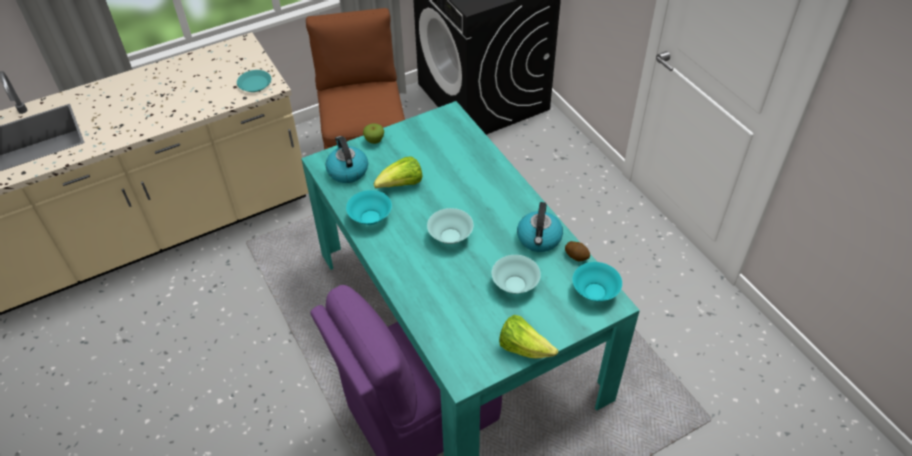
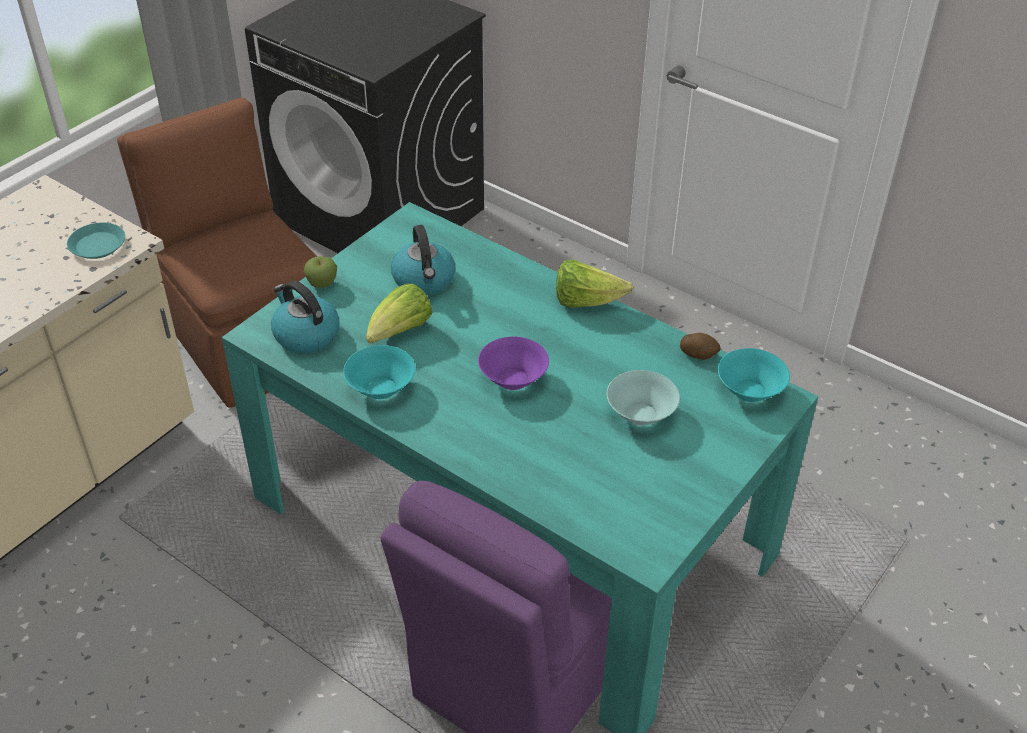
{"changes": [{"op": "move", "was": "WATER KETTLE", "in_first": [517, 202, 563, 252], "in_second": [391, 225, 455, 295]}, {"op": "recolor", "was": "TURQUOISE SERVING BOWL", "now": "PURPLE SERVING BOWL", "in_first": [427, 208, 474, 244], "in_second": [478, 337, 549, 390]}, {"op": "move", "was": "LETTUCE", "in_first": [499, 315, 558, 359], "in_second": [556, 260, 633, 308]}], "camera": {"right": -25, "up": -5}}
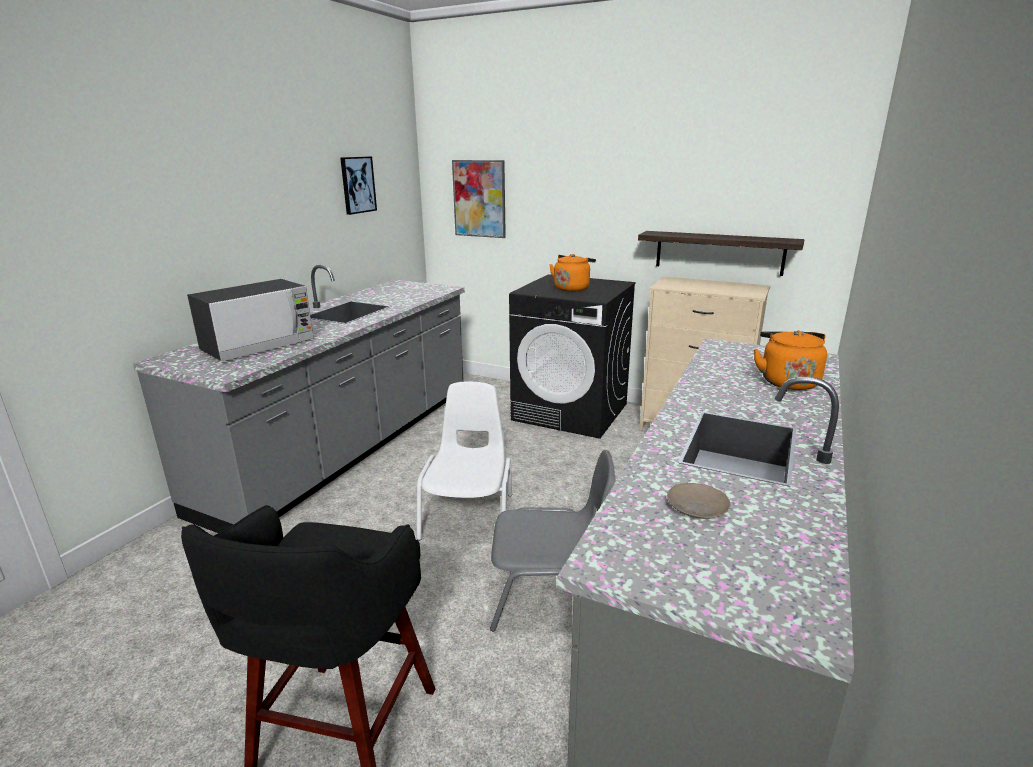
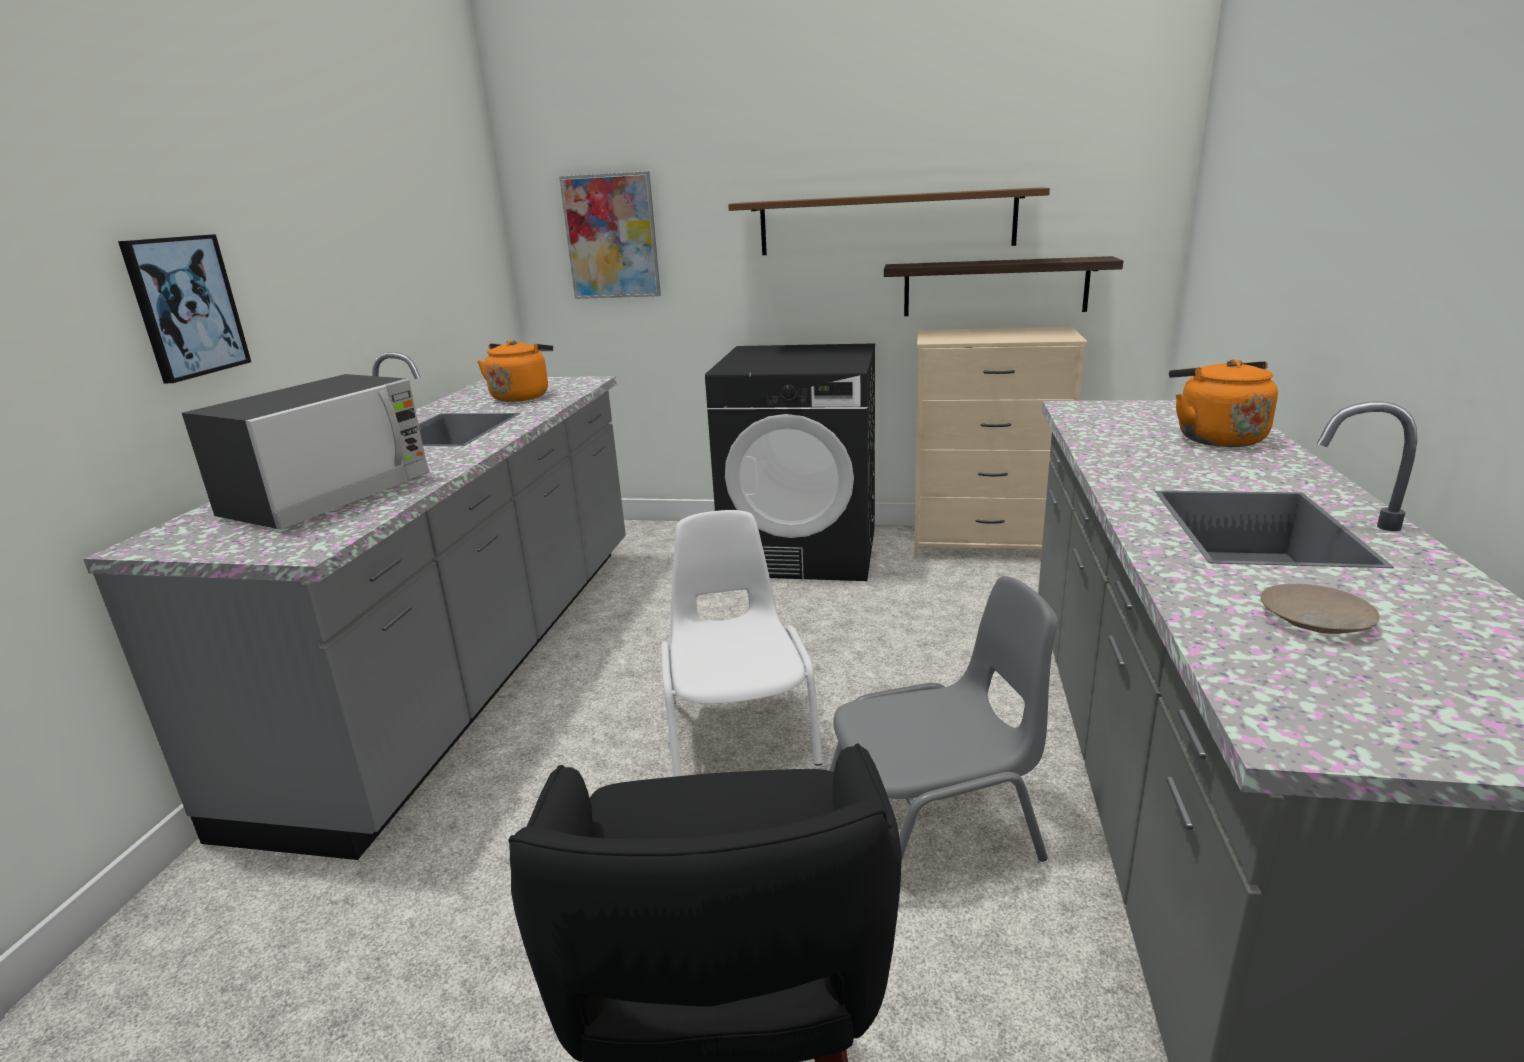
{"changes": [{"op": "move", "was": "WALL PICTURE", "in_first": [340, 156, 377, 215], "in_second": [118, 234, 251, 383]}, {"op": "move", "was": "ORANGE WATER KETTLE", "in_first": [549, 254, 596, 292], "in_second": [477, 340, 553, 402]}, {"op": "insert", "now": "BROWN BRACKET SHELF", "in_second": [728, 187, 1050, 255]}], "camera": {"right": -15, "up": 0}}
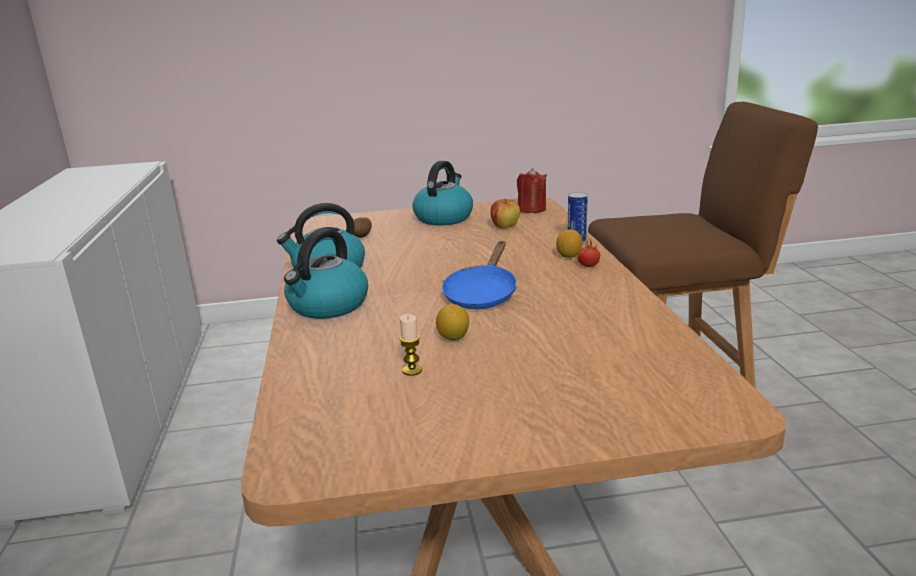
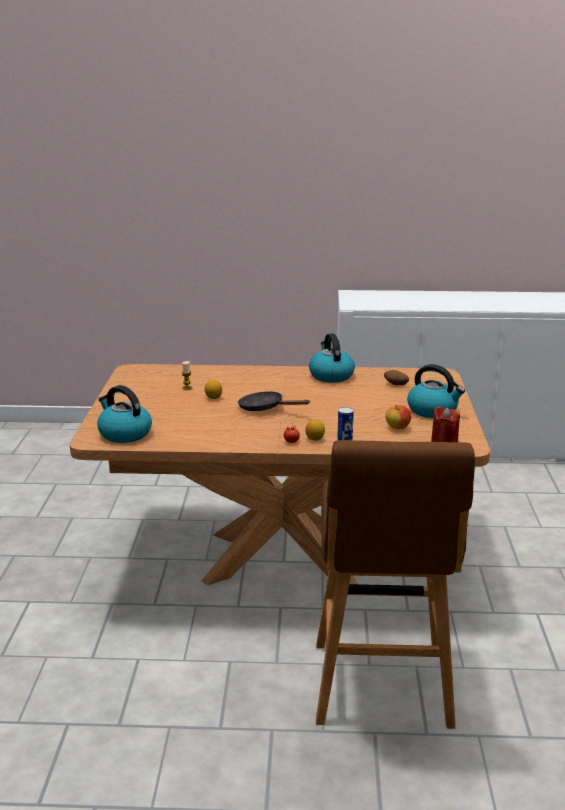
{"changes": [{"op": "move", "was": "WATER KETTLE", "in_first": [284, 229, 368, 319], "in_second": [97, 385, 152, 443]}, {"op": "recolor", "was": "BLUE PAN", "now": "BLACK PAN", "in_first": [442, 241, 517, 309], "in_second": [238, 391, 309, 411]}], "camera": {"right": 100, "up": 0}}
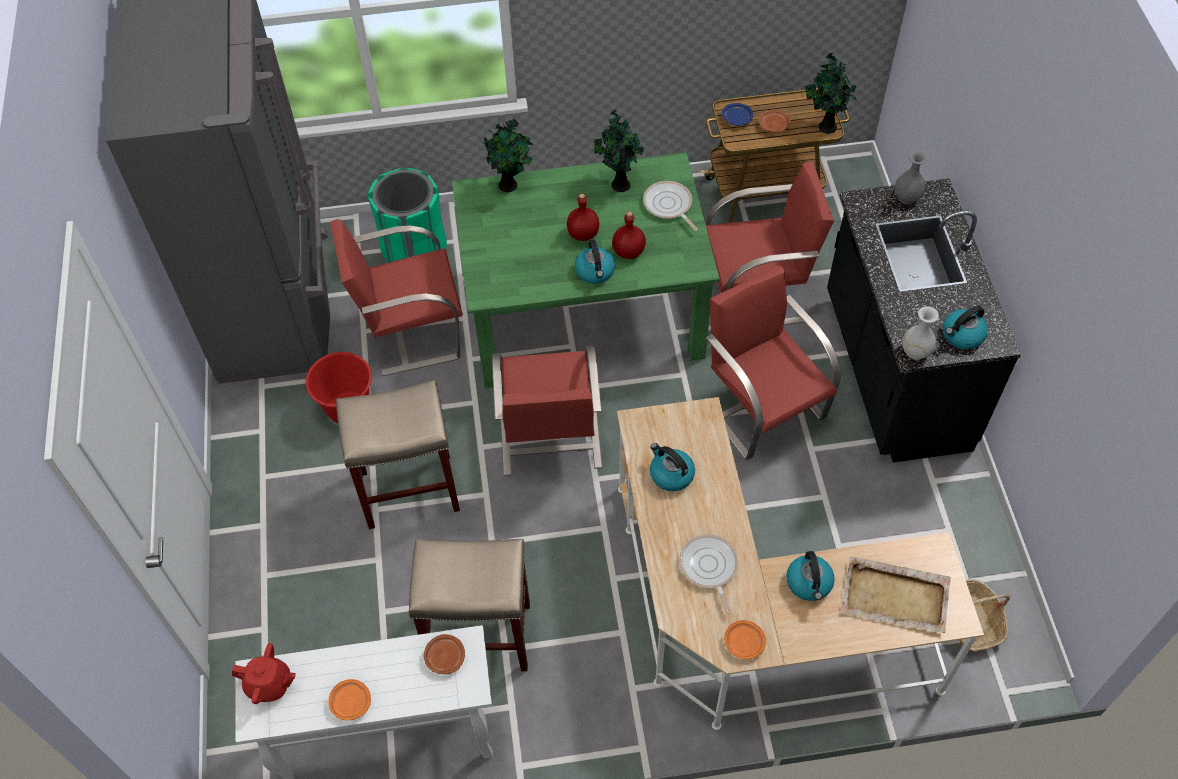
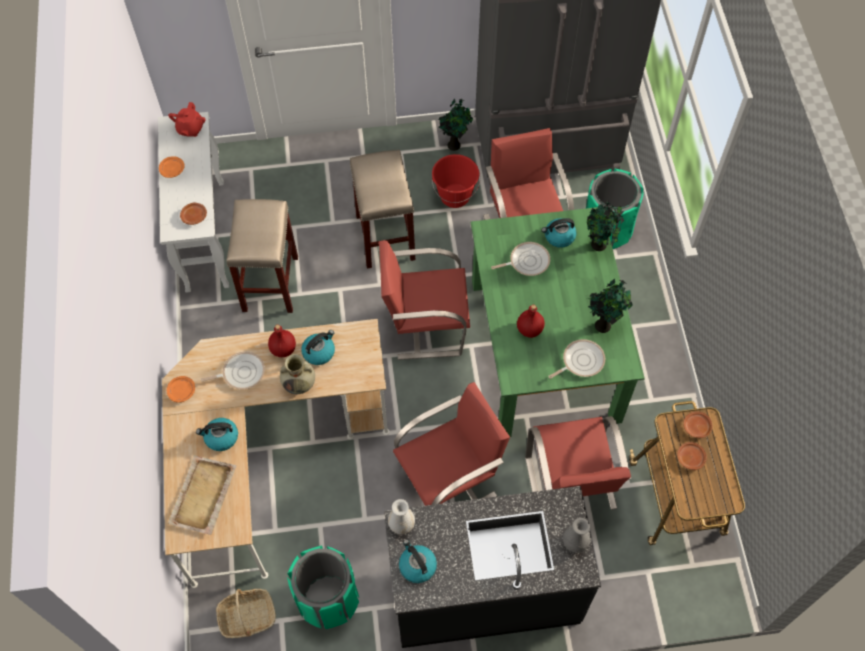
{"changes": [{"op": "move", "was": "RED-COLOURED BOTTLE", "in_first": [567, 194, 599, 241], "in_second": [268, 325, 296, 357]}, {"op": "insert", "now": "SAND-COLOURED DECORATIVE VASE", "in_second": [280, 354, 315, 394]}, {"op": "insert", "now": "GREEN-COLOURED RUBBISH BIN", "in_second": [287, 546, 359, 629]}, {"op": "move", "was": "HOUSEPLANT", "in_first": [805, 53, 857, 134], "in_second": [438, 99, 473, 151]}, {"op": "insert", "now": "PAN", "in_second": [491, 242, 550, 276]}, {"op": "move", "was": "WATER KETTLE", "in_first": [575, 240, 615, 284], "in_second": [541, 218, 577, 248]}, {"op": "recolor", "was": "BLUE DINNER PLATE", "now": "BROWN DINNER PLATE", "in_first": [722, 103, 753, 126], "in_second": [683, 411, 712, 438]}], "camera": {"right": 90, "up": 5}}
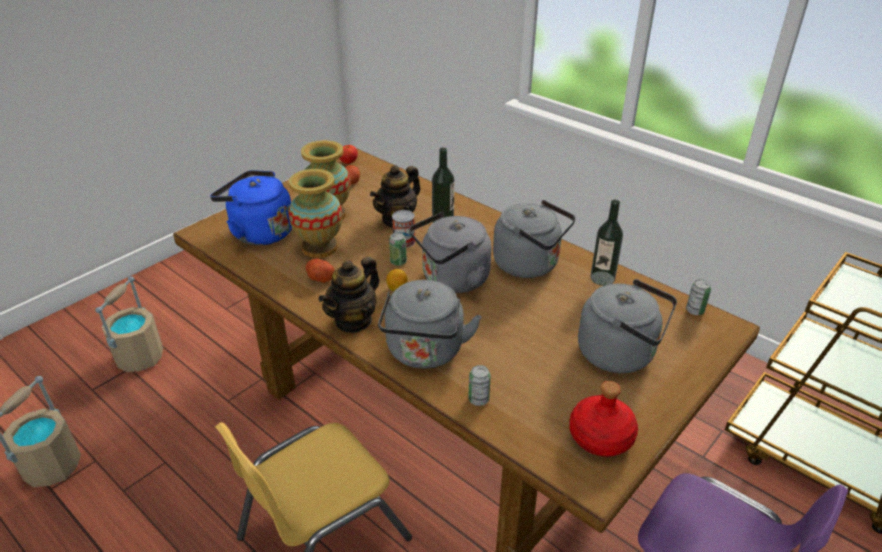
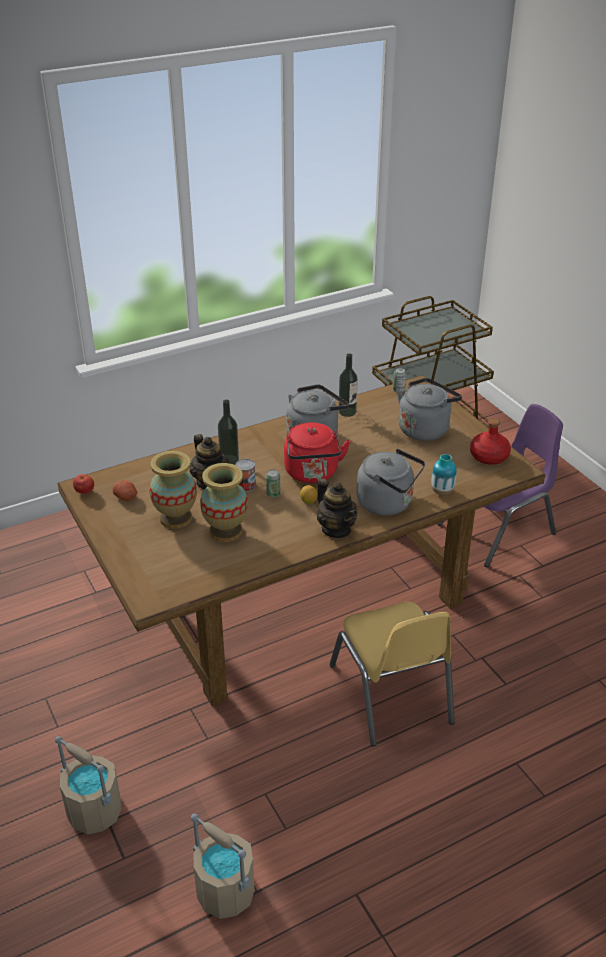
{"changes": [{"op": "recolor", "was": "GREYISH WATER KETTLE", "now": "RED-COLOURED WATER KETTLE", "in_first": [409, 212, 492, 293], "in_second": [284, 422, 350, 483]}, {"op": "replace", "was": "CAN", "now": "DECORATIVE VASE", "in_first": [468, 365, 491, 406], "in_second": [432, 454, 457, 495]}, {"op": "delete", "was": "BLUE WATER KETTLE", "in_first": [210, 170, 292, 246]}, {"op": "delete", "was": "SPUD", "in_first": [306, 259, 335, 283]}], "camera": {"right": -70, "up": 0}}
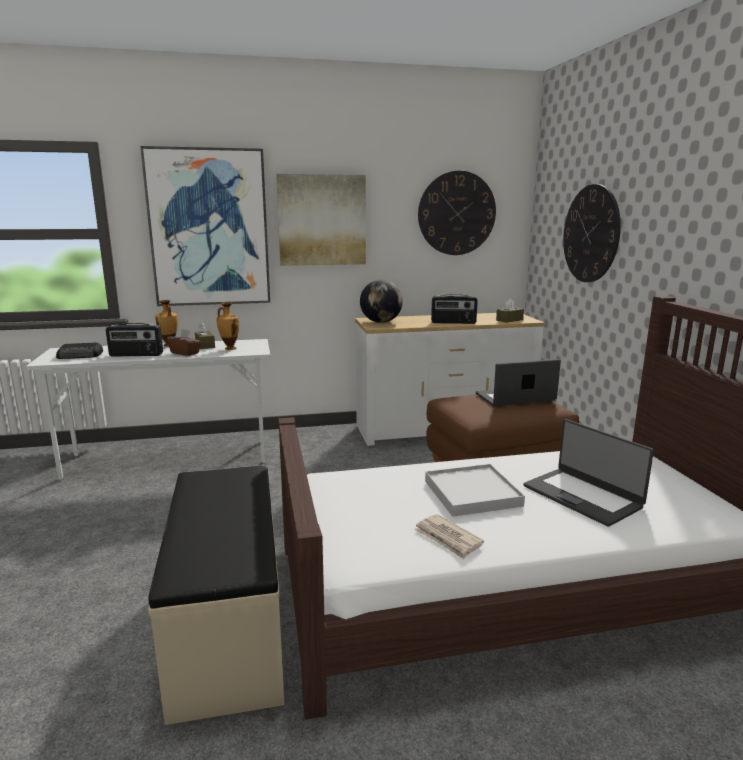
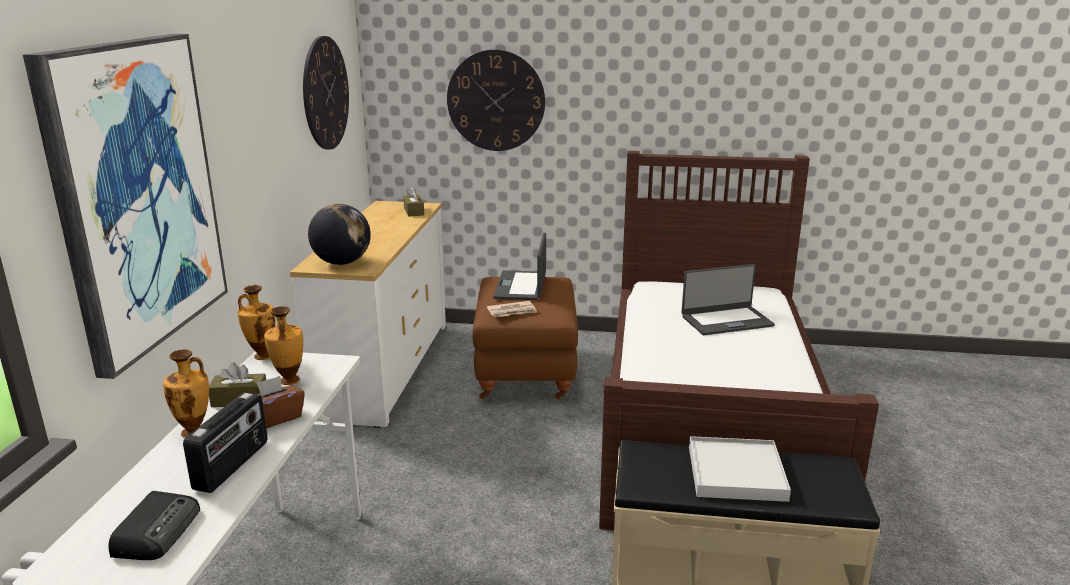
{"changes": [{"op": "insert", "now": "DECORATIVE VASE", "in_second": [238, 285, 275, 360]}, {"op": "move", "was": "PRINTED PAPER", "in_first": [414, 514, 484, 559], "in_second": [487, 301, 537, 317]}, {"op": "move", "was": "WHITE-COLOURED CARRYING TRAY", "in_first": [425, 464, 525, 517], "in_second": [689, 436, 791, 502]}, {"op": "delete", "was": "WALL PICTURE", "in_first": [276, 174, 366, 266]}, {"op": "delete", "was": "RADIO RECEIVER", "in_first": [431, 294, 478, 324]}], "camera": {"right": -70, "up": 5}}
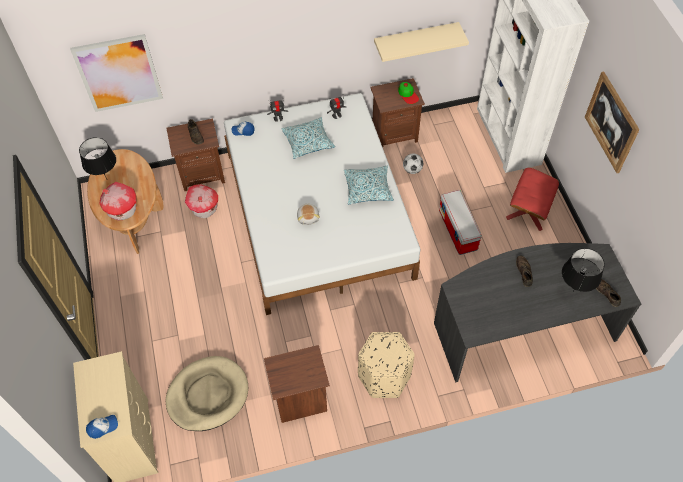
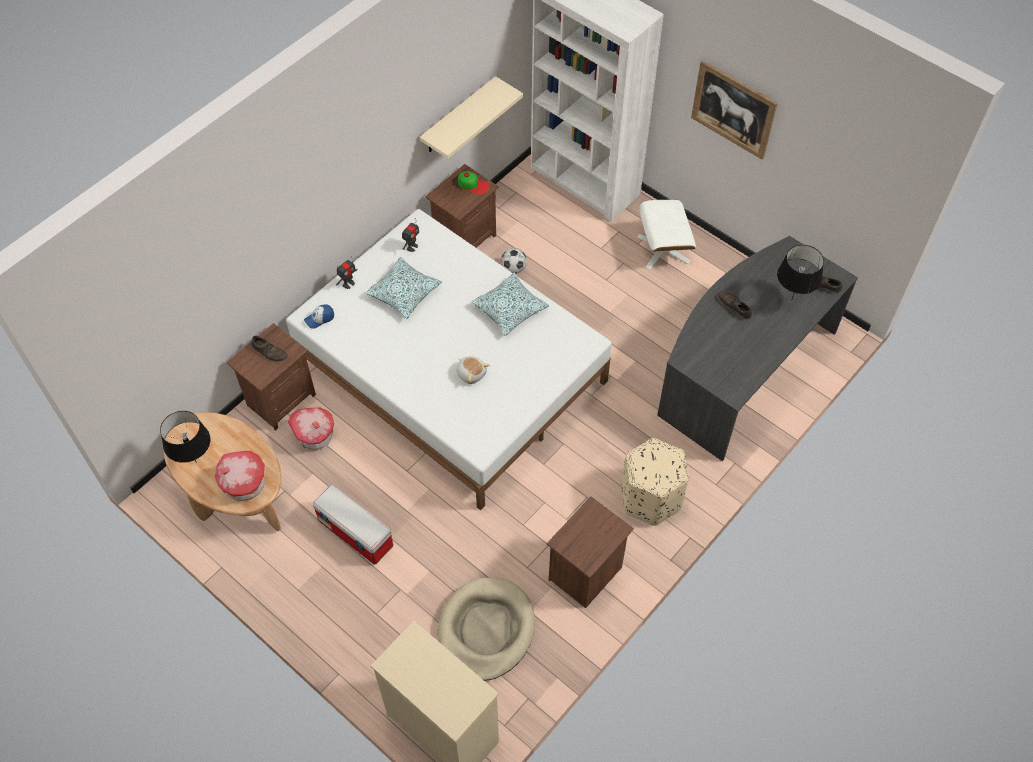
{"changes": [{"op": "move", "was": "STORAGE BIN", "in_first": [439, 190, 482, 255], "in_second": [313, 485, 393, 565]}, {"op": "recolor", "was": "RED-COLOURED FOOTREST", "now": "WHITE-COLOURED FOOTREST", "in_first": [506, 167, 559, 231], "in_second": [637, 199, 696, 270]}, {"op": "delete", "was": "WALL PICTURE", "in_first": [70, 34, 163, 112]}, {"op": "delete", "was": "BASEBALL CAP", "in_first": [86, 415, 118, 439]}], "camera": {"right": -35, "up": 0}}
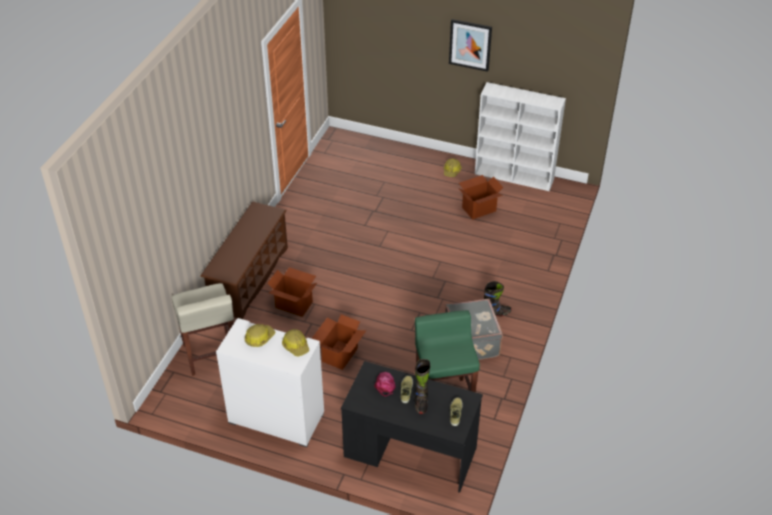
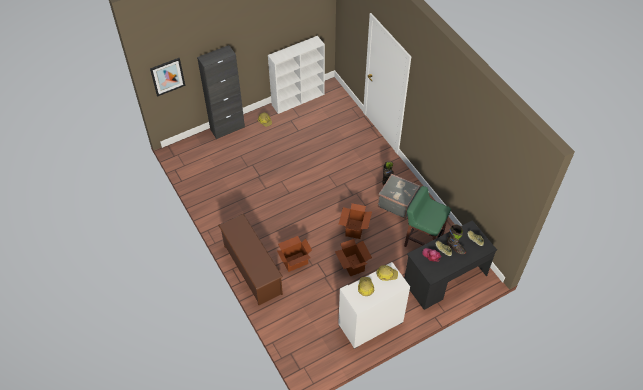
{"changes": [{"op": "move", "was": "WALL PICTURE", "in_first": [449, 19, 492, 72], "in_second": [150, 58, 185, 97]}, {"op": "insert", "now": "BLACK CUPBOARD", "in_second": [197, 45, 245, 139]}, {"op": "move", "was": "CARDBOARD BOX", "in_first": [458, 175, 504, 220], "in_second": [339, 203, 372, 239]}, {"op": "delete", "was": "SAND-COLOURED SITTING STOOL", "in_first": [172, 283, 234, 376]}], "camera": {"right": -50, "up": 10}}
